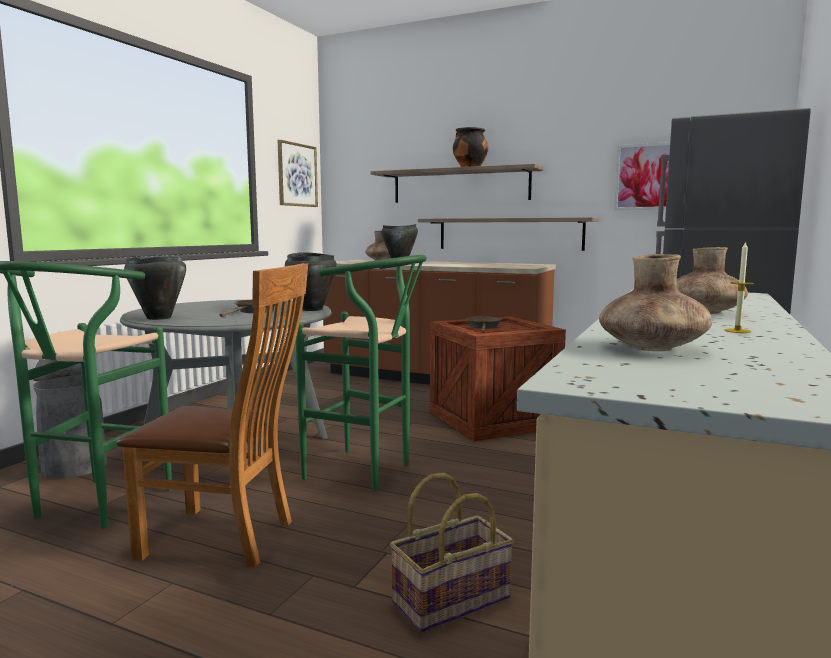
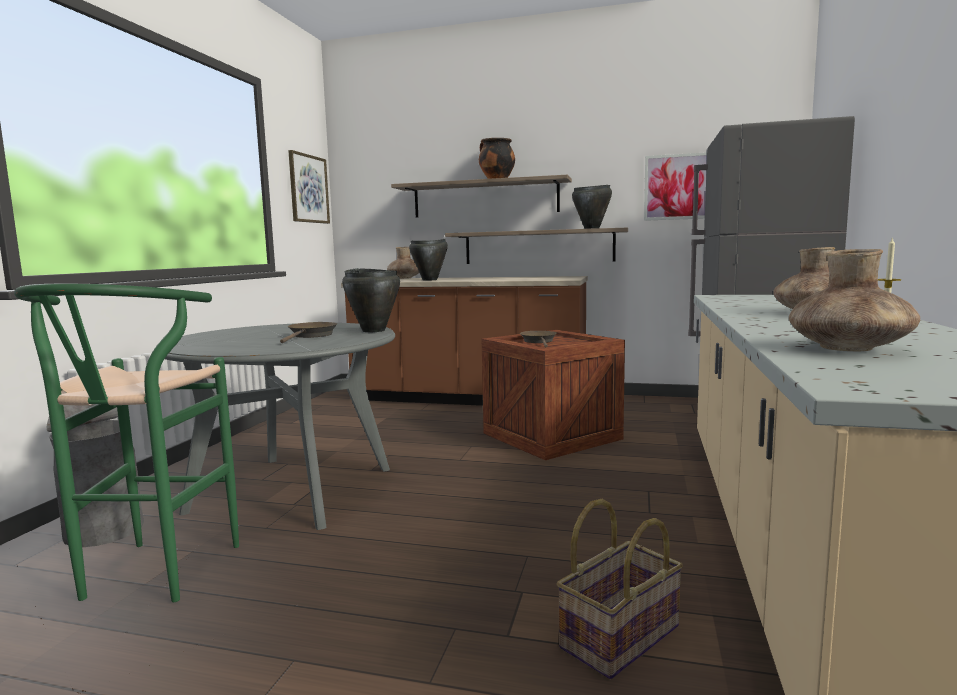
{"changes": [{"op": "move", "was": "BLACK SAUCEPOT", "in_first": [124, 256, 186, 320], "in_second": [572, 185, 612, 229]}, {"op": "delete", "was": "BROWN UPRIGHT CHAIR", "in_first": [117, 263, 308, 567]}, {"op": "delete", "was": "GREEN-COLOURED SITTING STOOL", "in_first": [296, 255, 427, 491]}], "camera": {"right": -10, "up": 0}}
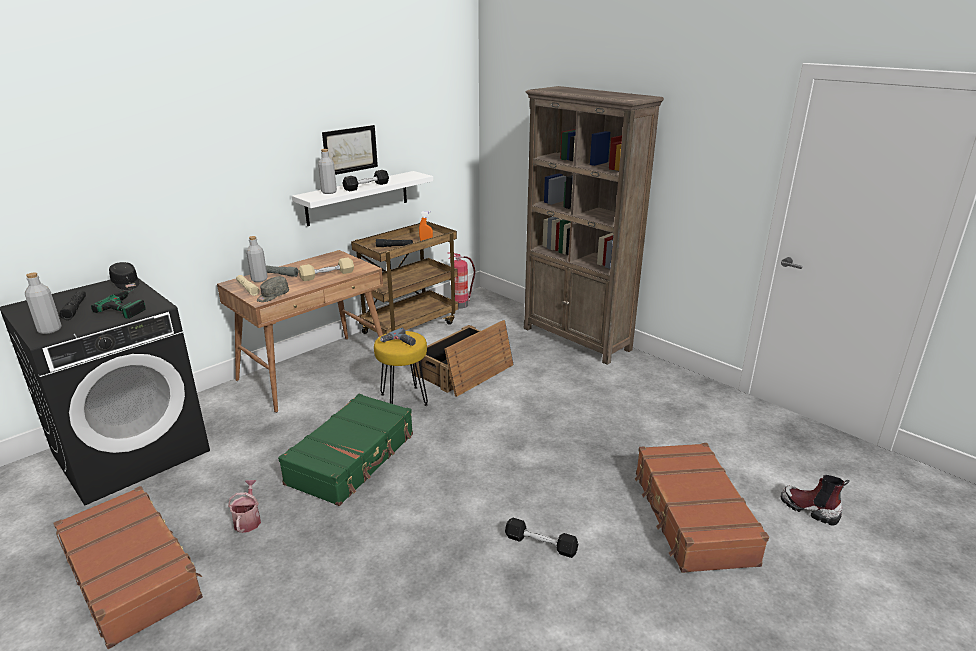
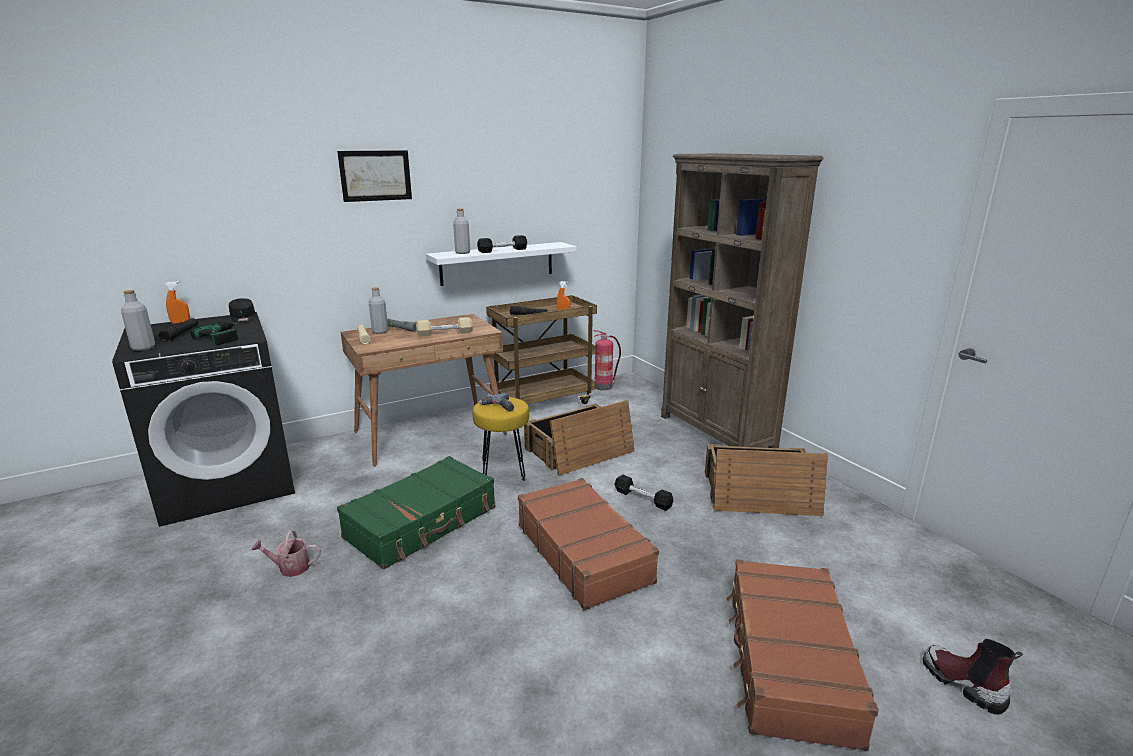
{"changes": [{"op": "insert", "now": "ORANGE HAND SPRAYER", "in_second": [165, 281, 190, 324]}, {"op": "rotate", "was": "WATERING CAN", "in_first": [228, 480, 261, 533], "in_second": [251, 531, 321, 577], "clockwise": -105}, {"op": "move", "was": "WALL PICTURE", "in_first": [322, 125, 378, 175], "in_second": [337, 150, 412, 202]}, {"op": "move", "was": "BROWN SUITCASE", "in_first": [53, 486, 203, 649], "in_second": [518, 478, 659, 610]}, {"op": "move", "was": "BLACK FREE WEIGHT", "in_first": [505, 518, 578, 558], "in_second": [614, 475, 674, 511]}, {"op": "insert", "now": "CRATE", "in_second": [705, 444, 828, 516]}, {"op": "delete", "was": "GREYISH BASEBALL CAP", "in_first": [257, 276, 289, 302]}], "camera": {"right": 15, "up": -5}}
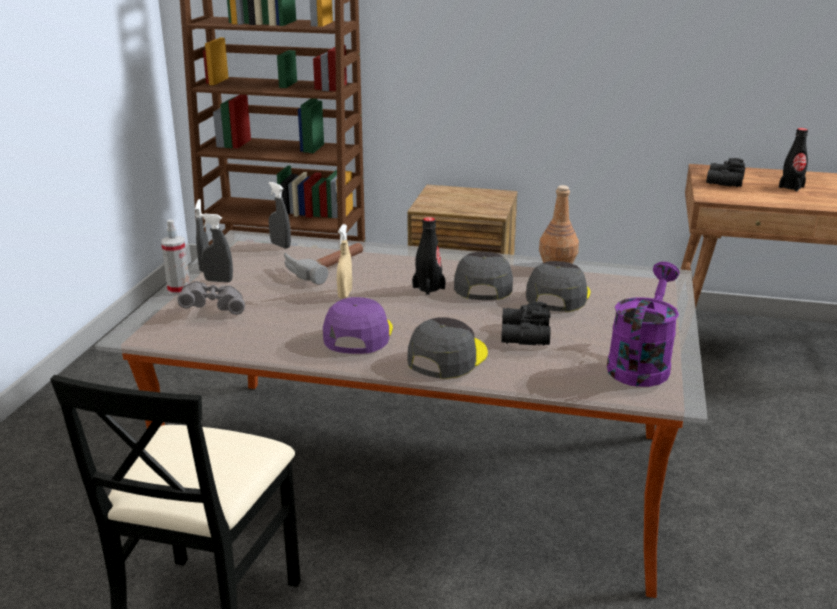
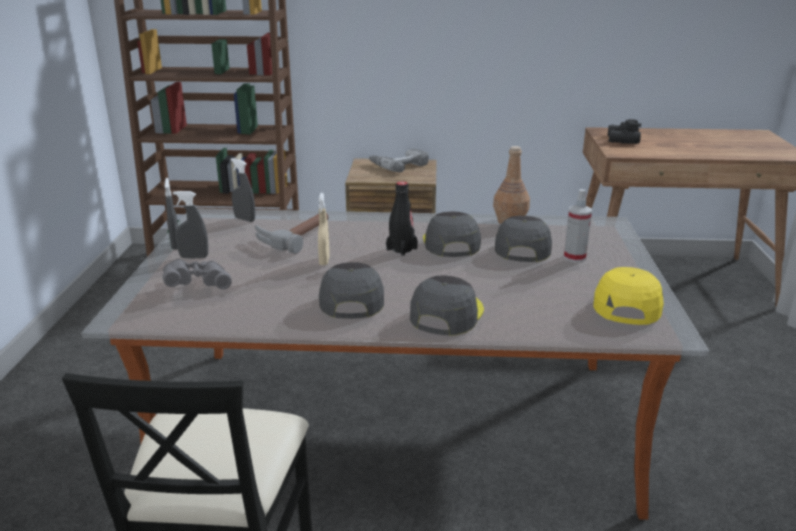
{"changes": [{"op": "recolor", "was": "PURPLE BASEBALL CAP", "now": "GREYISH BASEBALL CAP", "in_first": [323, 297, 393, 354], "in_second": [319, 262, 384, 319]}, {"op": "insert", "now": "POWER DRILL", "in_second": [369, 148, 429, 172]}, {"op": "move", "was": "HAND SPRAYER", "in_first": [161, 220, 190, 295], "in_second": [564, 189, 592, 262]}, {"op": "replace", "was": "PURPLE WATERING CAN", "now": "YELLOW BASEBALL CAP", "in_first": [607, 262, 679, 387], "in_second": [593, 267, 664, 325]}, {"op": "delete", "was": "BLACK BINOCULARS", "in_first": [501, 301, 551, 345]}, {"op": "delete", "was": "BLACK BOTTLE", "in_first": [779, 128, 808, 191]}], "camera": {"right": -10, "up": 0}}
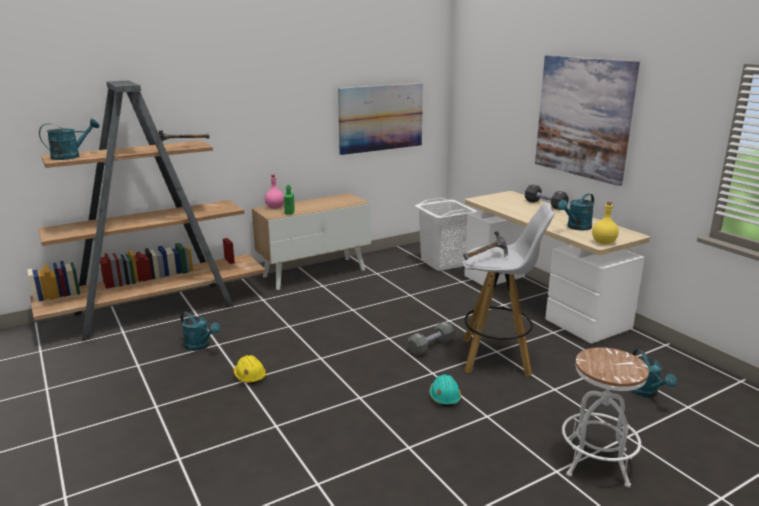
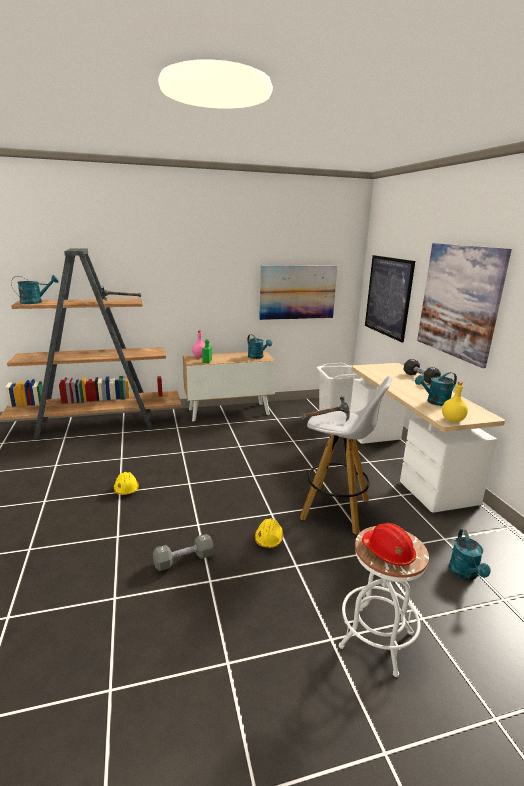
{"changes": [{"op": "move", "was": "GREYISH FREE WEIGHT", "in_first": [408, 321, 455, 356], "in_second": [153, 534, 214, 571]}, {"op": "move", "was": "TURQUOISE WATERING CAN", "in_first": [180, 312, 221, 351], "in_second": [247, 334, 272, 359]}, {"op": "recolor", "was": "TURQUOISE SAFETY HELMET", "now": "YELLOW SAFETY HELMET", "in_first": [429, 374, 461, 406], "in_second": [255, 518, 283, 548]}, {"op": "insert", "now": "RED-COLOURED SAFETY HELMET", "in_second": [362, 523, 416, 566]}, {"op": "insert", "now": "WALL PICTURE", "in_second": [365, 255, 415, 343]}], "camera": {"right": 15, "up": 0}}
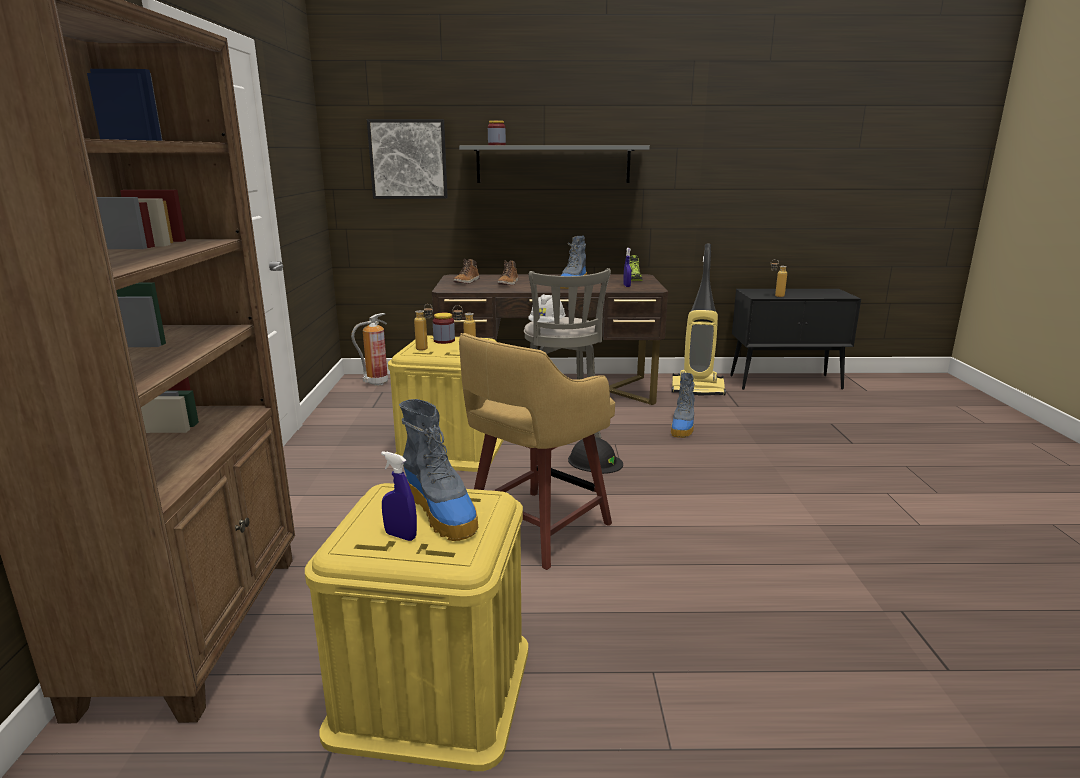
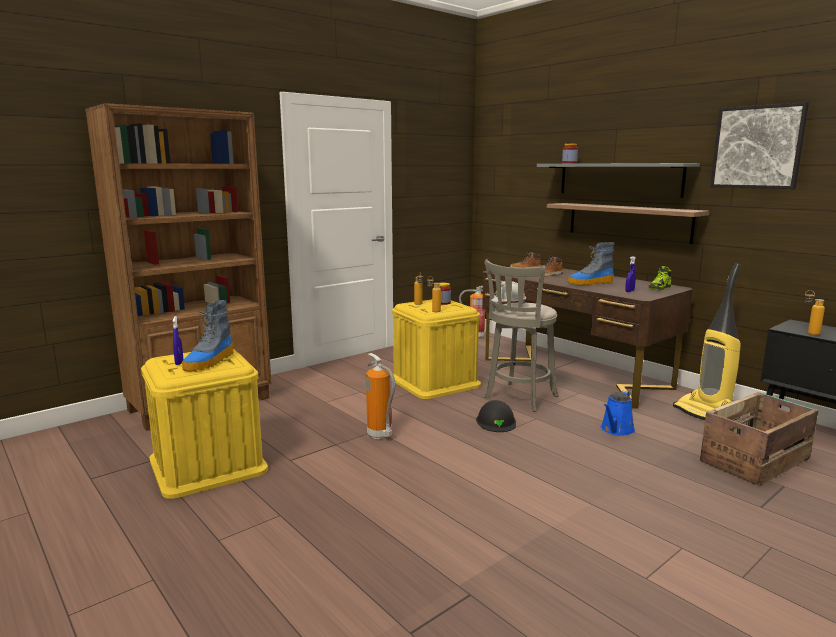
{"changes": [{"op": "replace", "was": "YELLOW SITTING STOOL", "now": "FIRE EXTINGUISHER", "in_first": [459, 333, 615, 570], "in_second": [365, 353, 396, 439]}, {"op": "insert", "now": "BRACKET SHELF", "in_second": [547, 203, 710, 244]}, {"op": "replace", "was": "BOOT", "now": "BLUE WATERING CAN", "in_first": [671, 373, 695, 438], "in_second": [601, 391, 635, 436]}, {"op": "insert", "now": "CRATE", "in_second": [700, 392, 819, 486]}, {"op": "move", "was": "WALL PICTURE", "in_first": [367, 119, 448, 199], "in_second": [710, 102, 809, 189]}], "camera": {"right": 50, "up": -5}}
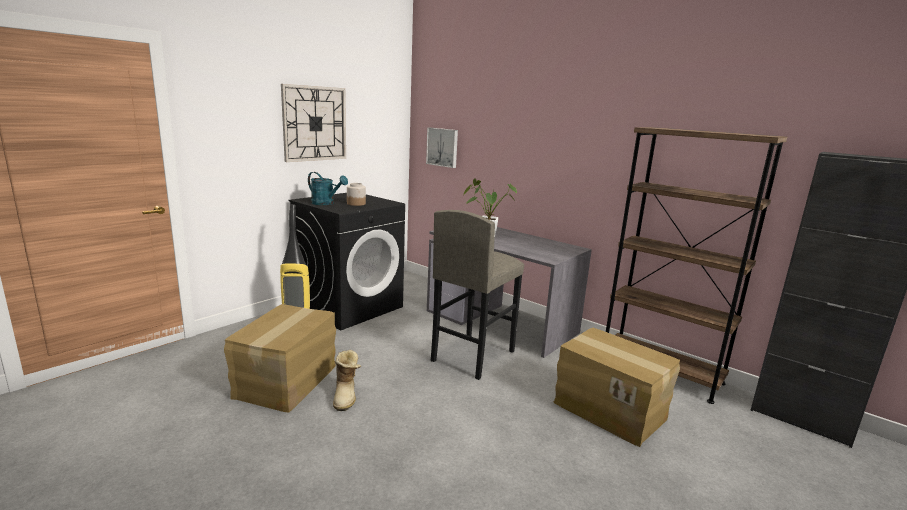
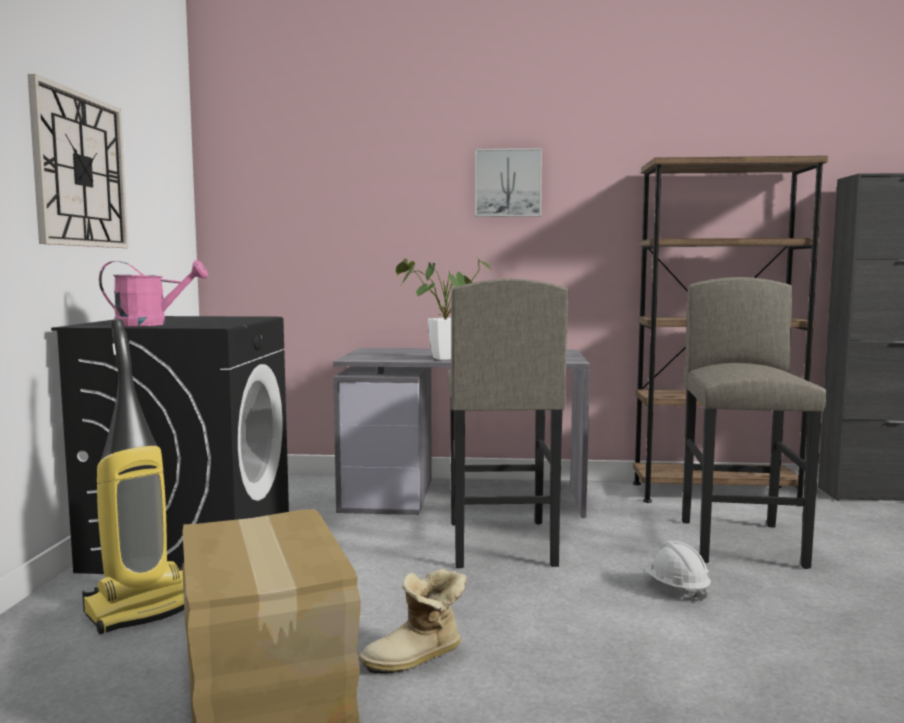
{"changes": [{"op": "recolor", "was": "TURQUOISE WATERING CAN", "now": "PINK-COLOURED WATERING CAN", "in_first": [308, 172, 348, 205], "in_second": [99, 260, 208, 326]}, {"op": "rotate", "was": "BOOT", "in_first": [333, 350, 361, 411], "in_second": [358, 568, 467, 674], "clockwise": 105}, {"op": "move", "was": "WALL PICTURE", "in_first": [426, 127, 458, 168], "in_second": [475, 148, 542, 217]}, {"op": "insert", "now": "WHITE-COLOURED SAFETY HELMET", "in_second": [644, 541, 711, 601]}, {"op": "replace", "was": "CARDBOARD BOX", "now": "GREYISH SITTING STOOL", "in_first": [553, 328, 680, 447], "in_second": [682, 277, 827, 569]}, {"op": "delete", "was": "PRESERVE JAR", "in_first": [347, 183, 366, 206]}], "camera": {"right": -35, "up": -10}}
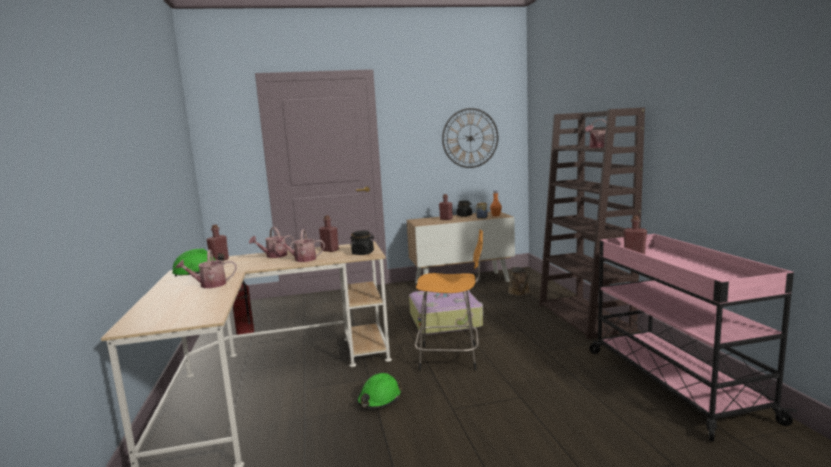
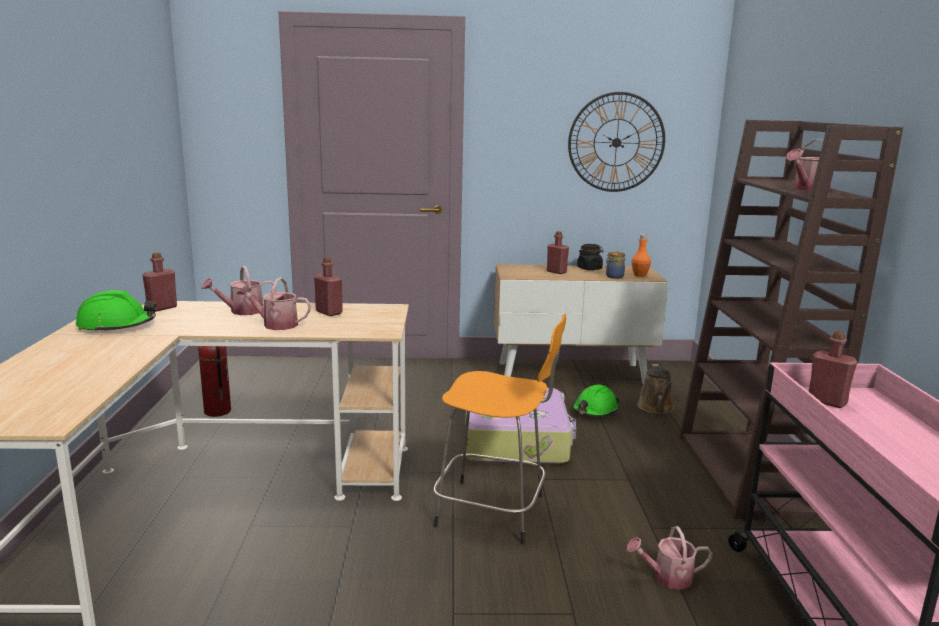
{"changes": [{"op": "move", "was": "GREEN-COLOURED SAFETY HELMET", "in_first": [357, 373, 402, 408], "in_second": [572, 385, 620, 417]}, {"op": "move", "was": "WATERING CAN", "in_first": [175, 250, 237, 288], "in_second": [627, 526, 713, 590]}, {"op": "delete", "was": "BLACK PRESERVE JAR", "in_first": [350, 231, 374, 255]}], "camera": {"right": 10, "up": 5}}
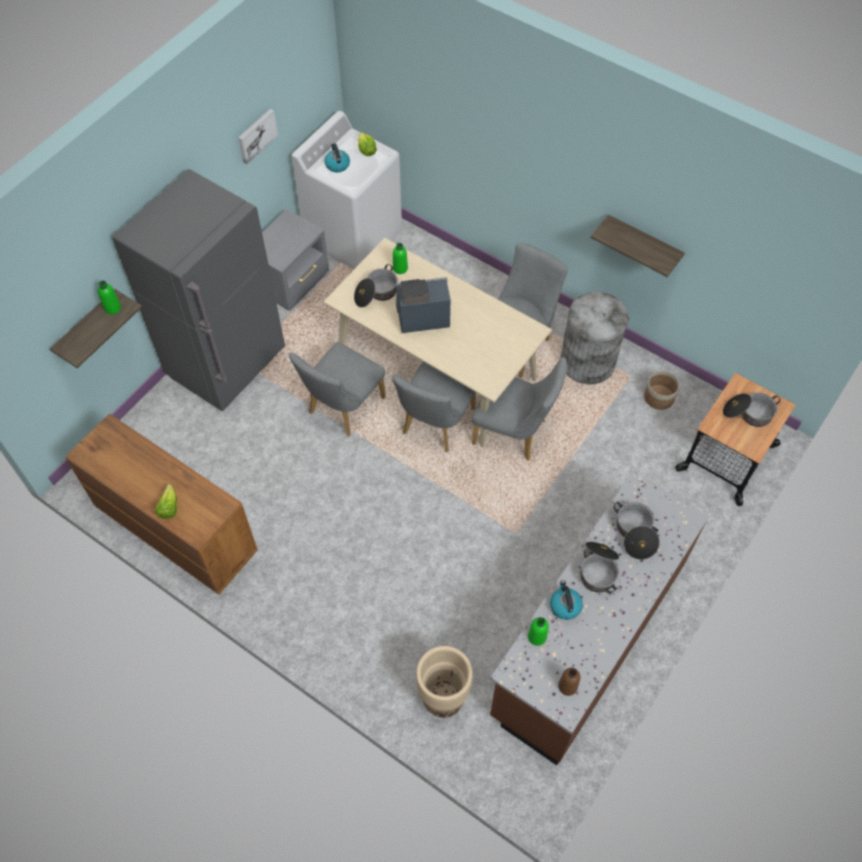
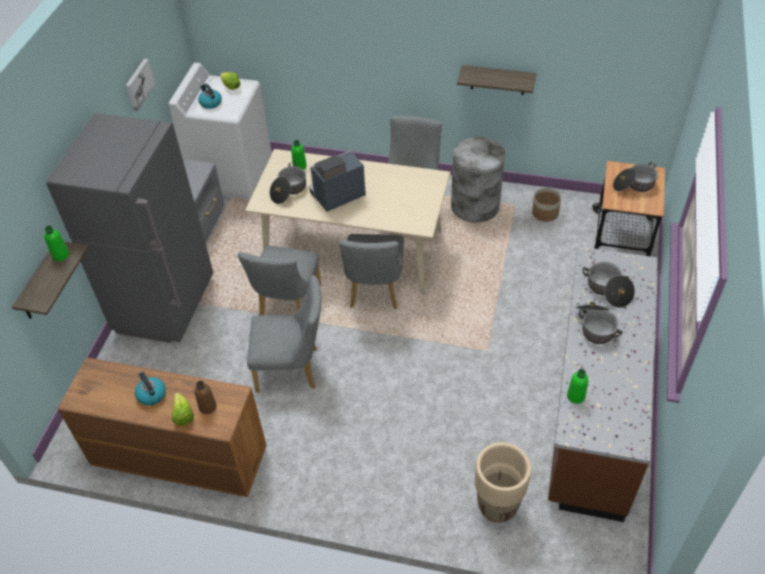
{"changes": [{"op": "move", "was": "WATER KETTLE", "in_first": [550, 580, 583, 620], "in_second": [135, 371, 166, 405]}, {"op": "move", "was": "BROWN BOTTLE", "in_first": [558, 668, 580, 696], "in_second": [194, 381, 217, 414]}, {"op": "move", "was": "GREYISH UPRIGHT CHAIR", "in_first": [472, 357, 567, 461], "in_second": [247, 275, 321, 393]}], "camera": {"right": -20, "up": -10}}
